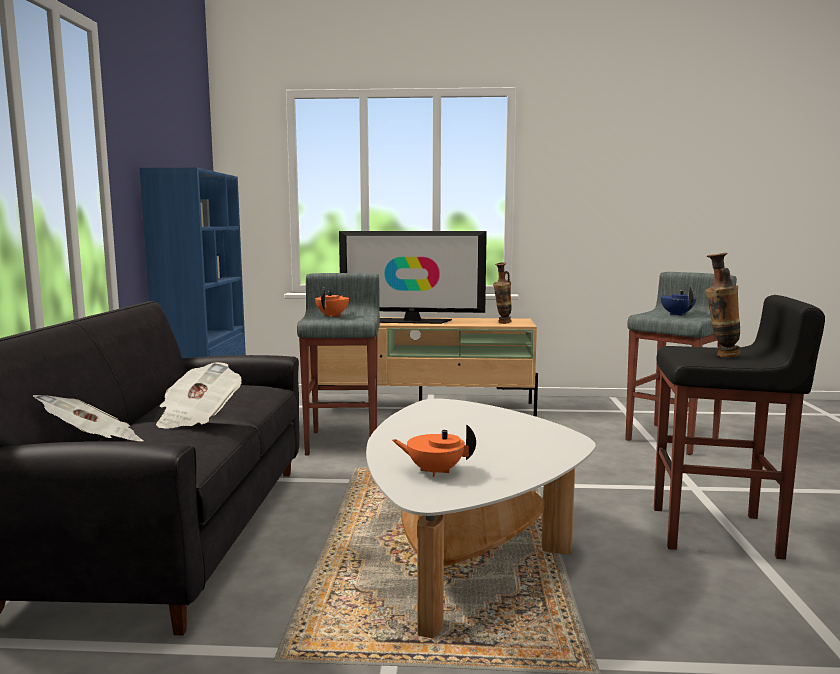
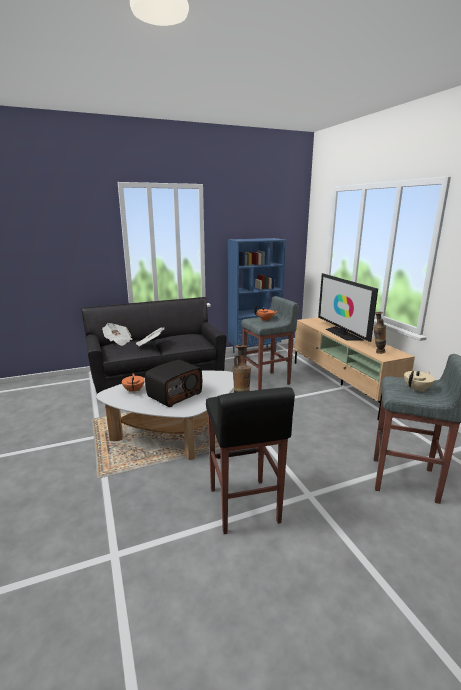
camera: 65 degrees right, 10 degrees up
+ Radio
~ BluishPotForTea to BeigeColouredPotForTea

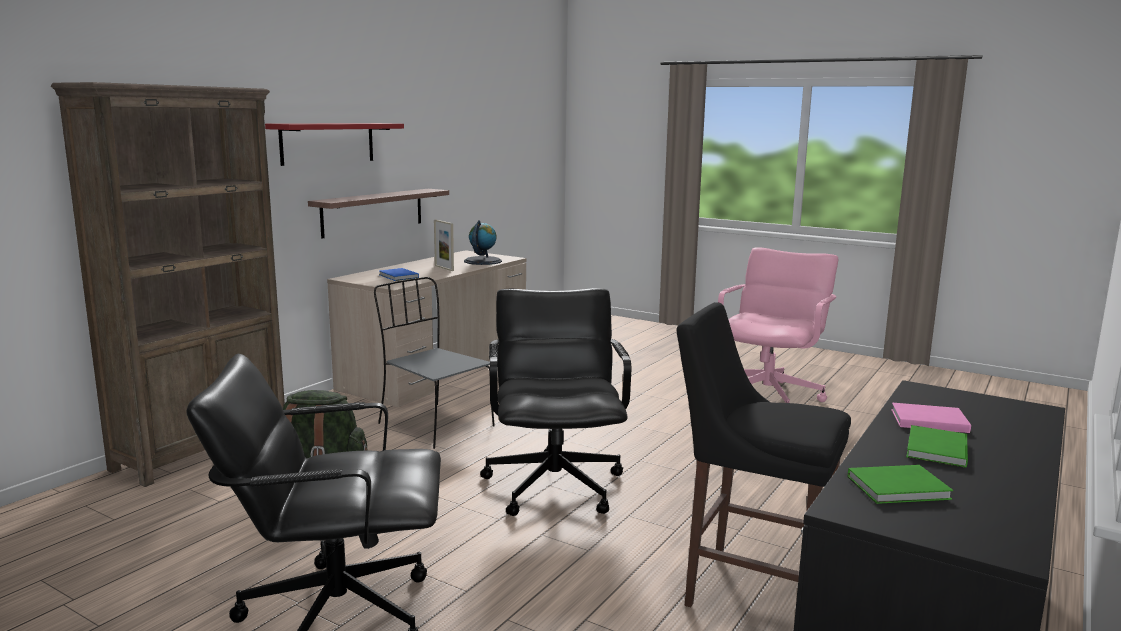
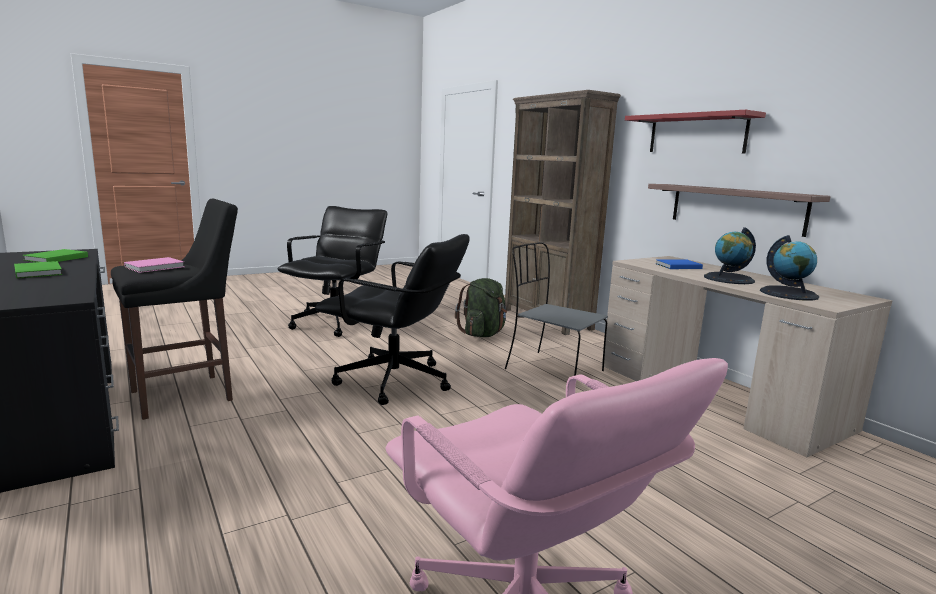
camera: 115 degrees right, 0 degrees up
~ PinkishBook
~ PictureFrame to Globe (no. 1 from left)
~ GrayUprightChair 120 degrees counterclockwise

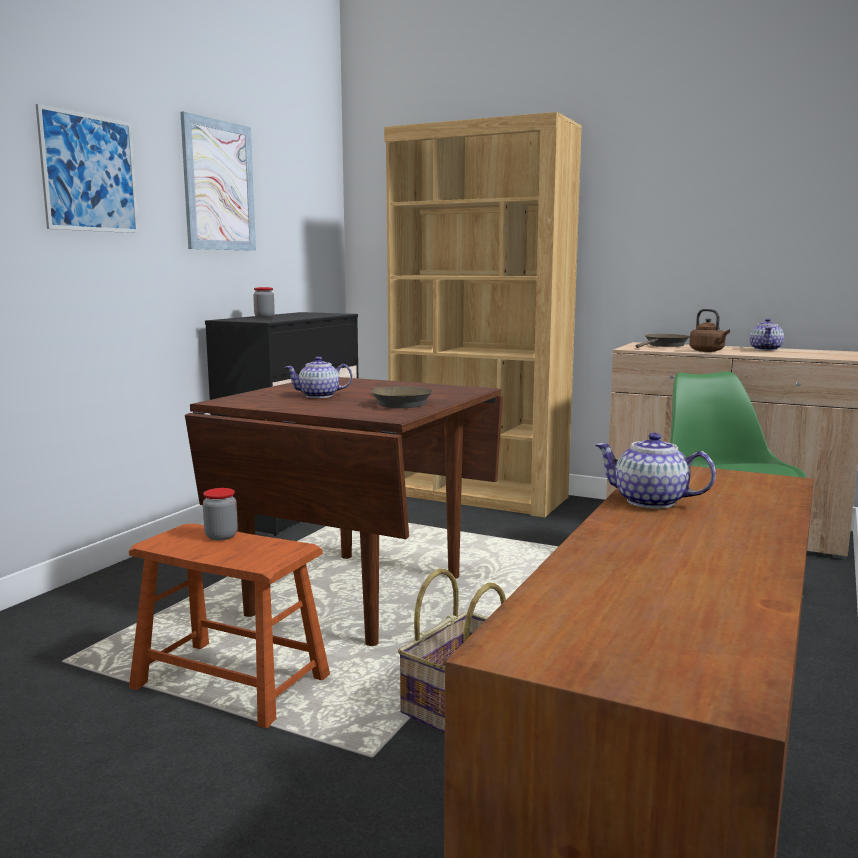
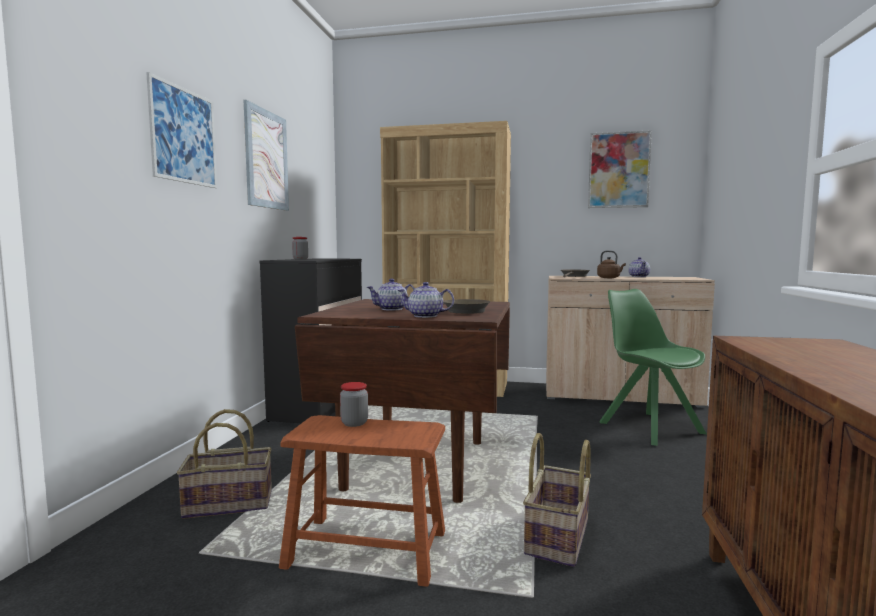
camera: 15 degrees left, 5 degrees down
+ Basket (no. 1 from left)
+ WallPicture (no. 3 from left)
~ PotForTea (no. 2 from left)

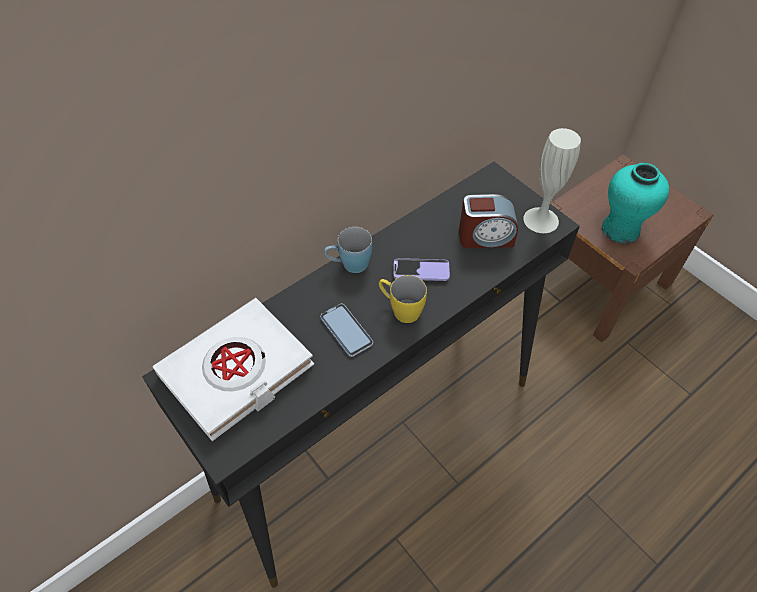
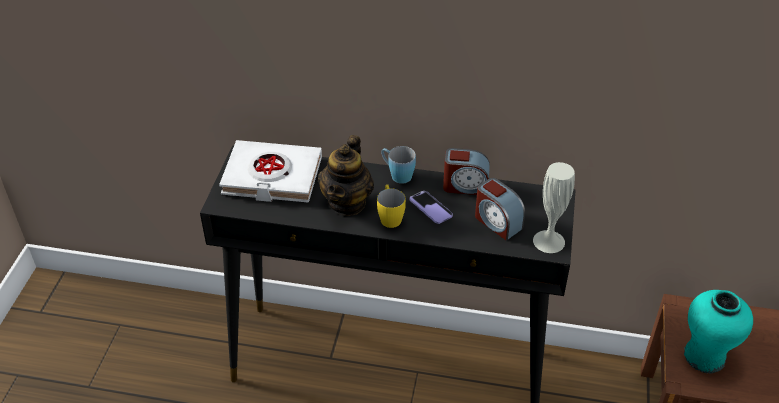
camera: 50 degrees right, 10 degrees down
+ BedsideClock (no. 1 from left)
~ Telephone (no. 1 from left) to PotForTea

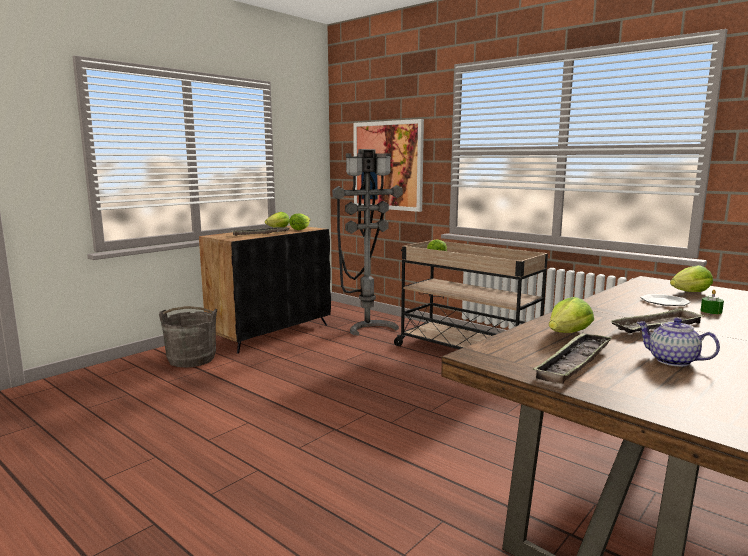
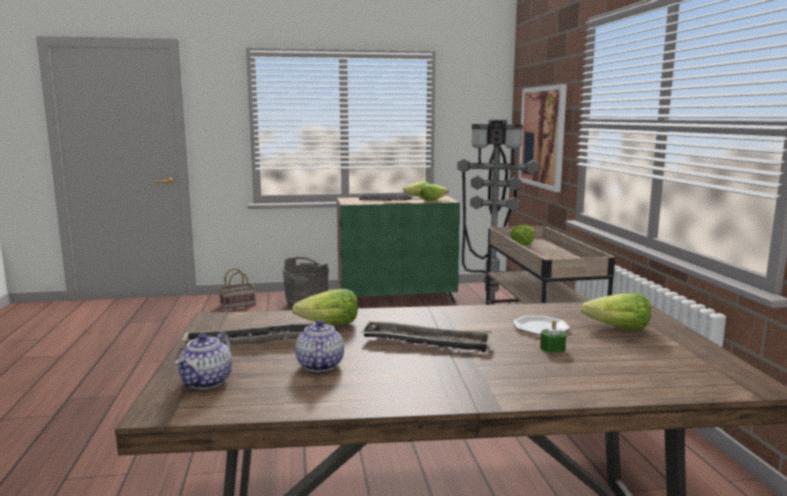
camera: 40 degrees right, 0 degrees up
+ PotForTea (no. 1 from left)
+ Basket
~ BlackishStorageCabinet to GreenishStorageCabinet

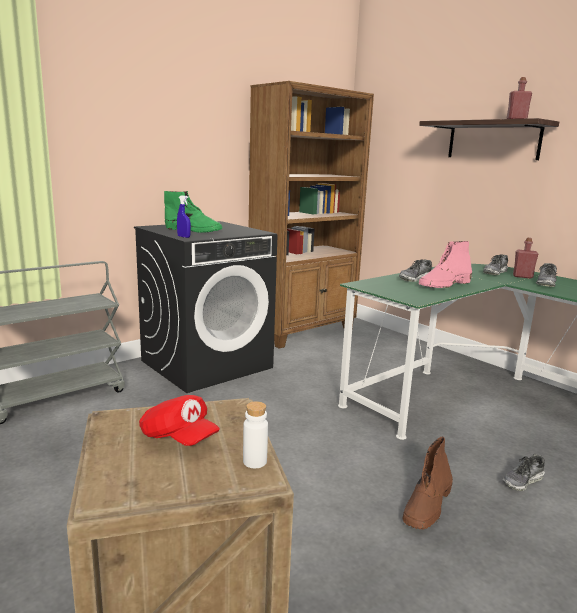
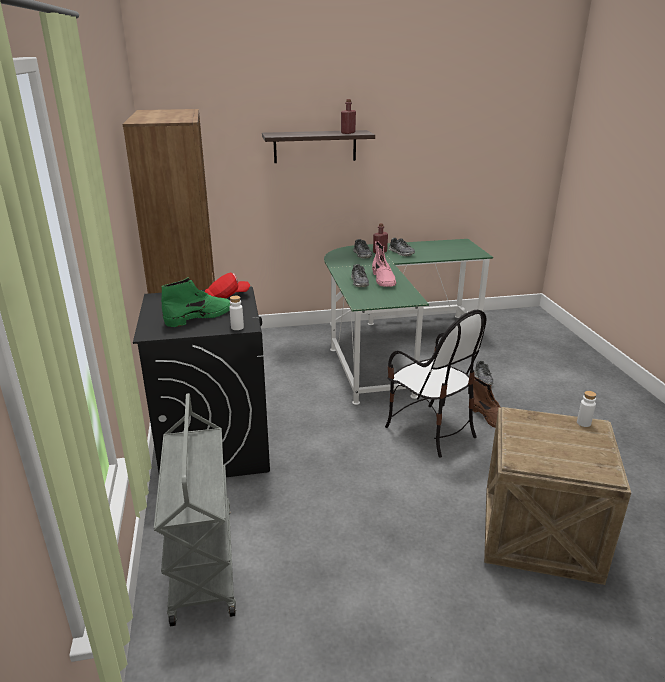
camera: 60 degrees left, 10 degrees up
+ UprightChair
~ RedPeakedCap
~ BluishSprayer to WhiteDrinkBottle (no. 1 from left)

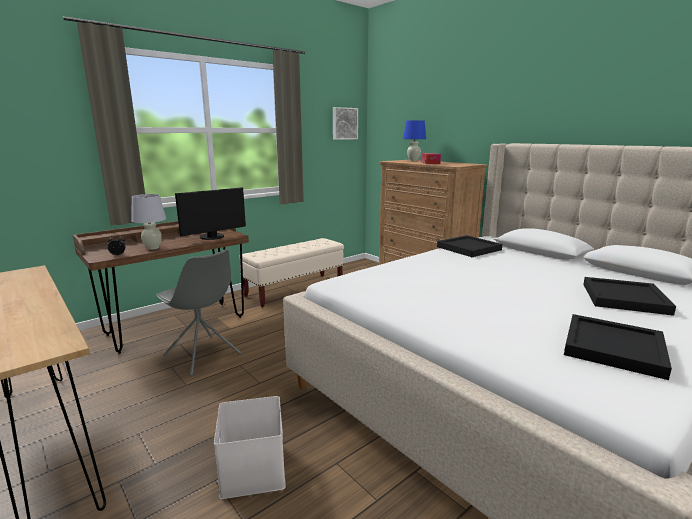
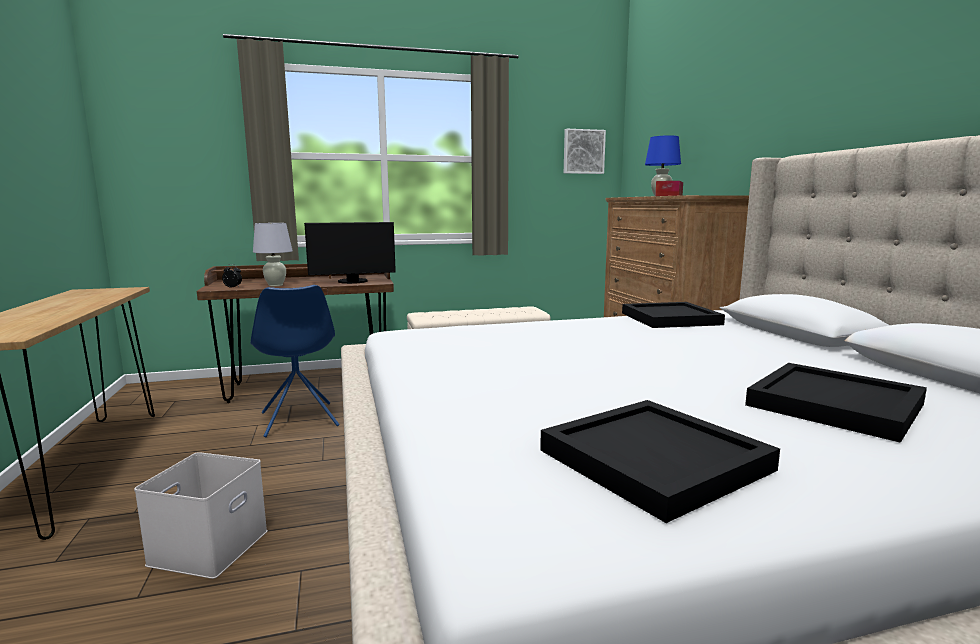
camera: 25 degrees right, 5 degrees down
~ GrayUprightChair to BluishUprightChair

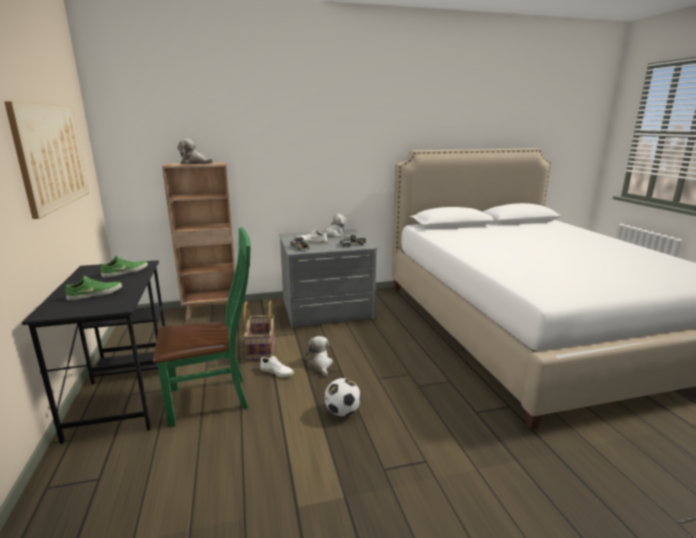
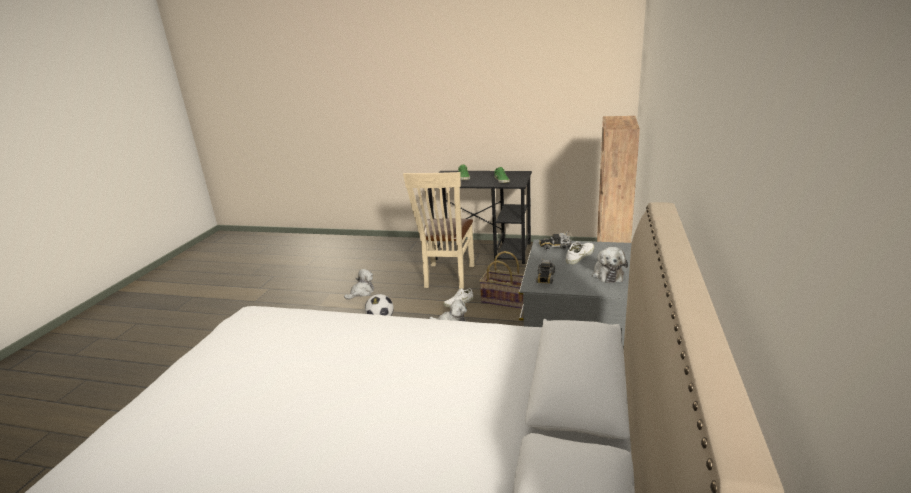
camera: 120 degrees right, 5 degrees up
- WallPicture
~ SoftToy (no. 1 from left)
~ GreenishUprightChair to BeigeColouredUprightChair

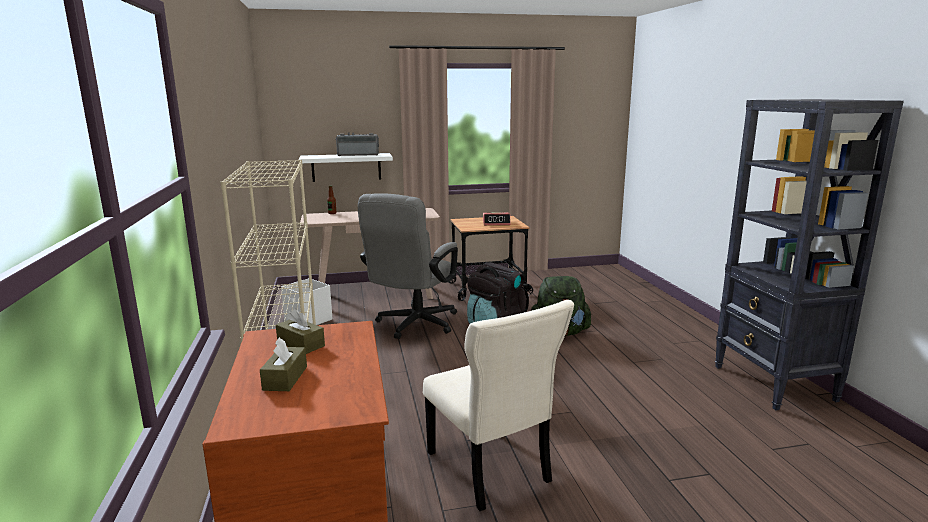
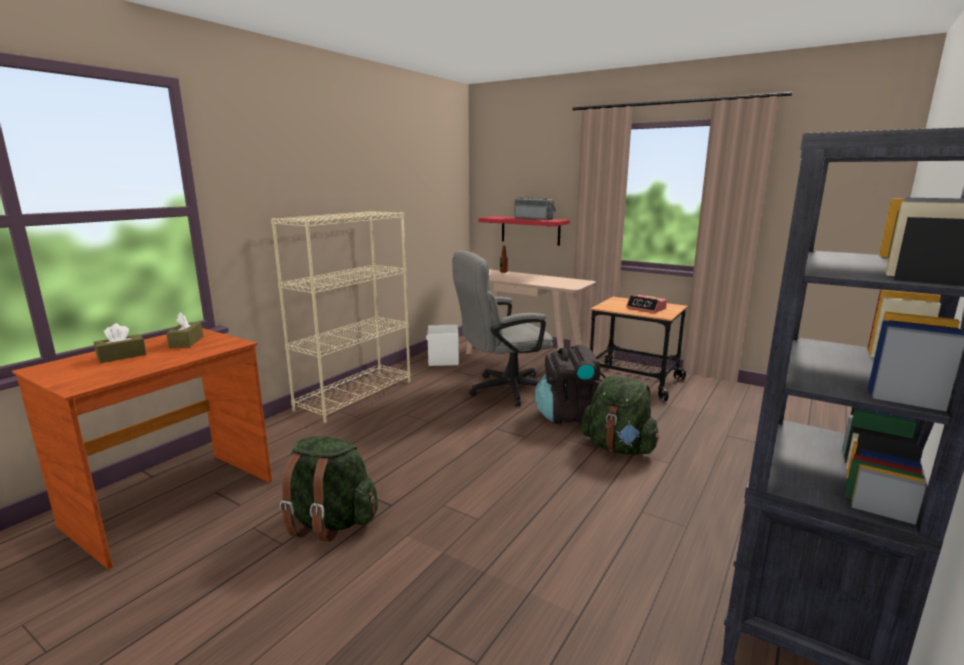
camera: 45 degrees right, 0 degrees up
~ BeigeColouredUprightChair to GreenishKnapsack (no. 1 from left)
~ WhiteBracketShelf to RedBracketShelf

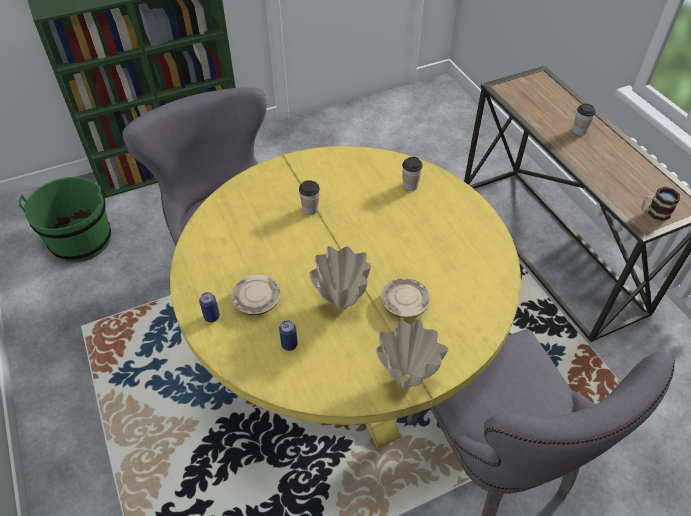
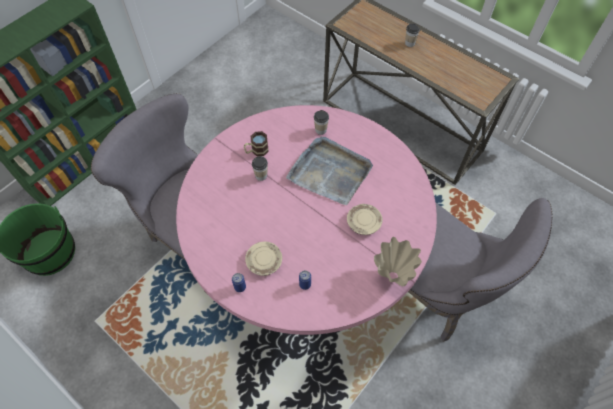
camera: 25 degrees left, 10 degrees up
- BeigeColouredVase (no. 1 from left)
+ GrayTray
~ CoffeeMug
~ YellowishDinnerTable to PinkishDinnerTable

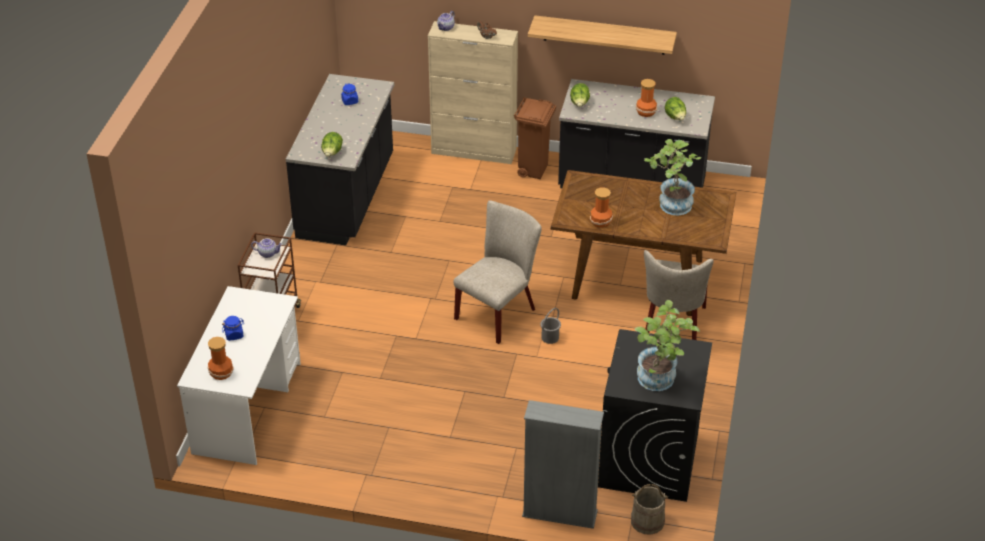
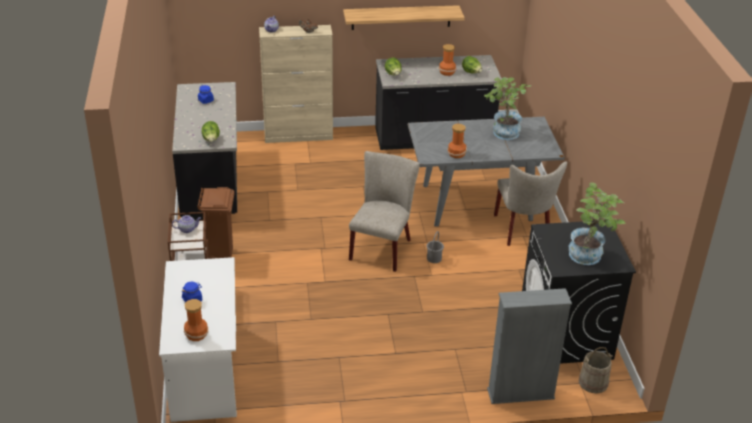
camera: 20 degrees left, 5 degrees down
~ BrownishRubbishBin
~ BrownishDinnerTable to GrayDinnerTable

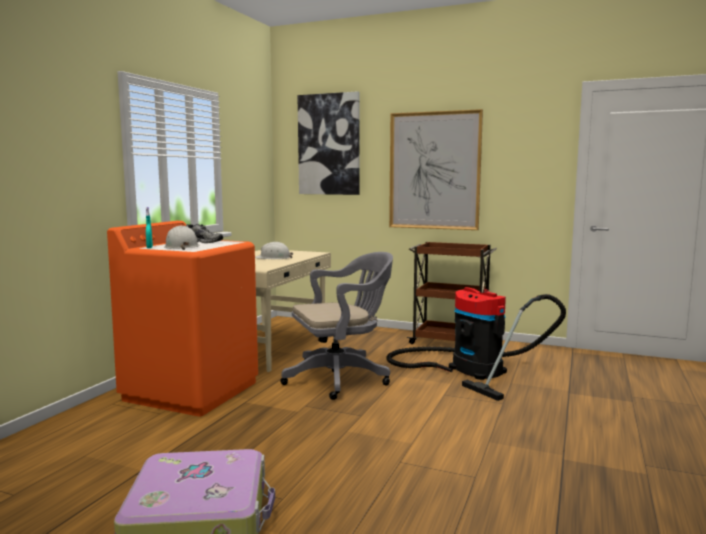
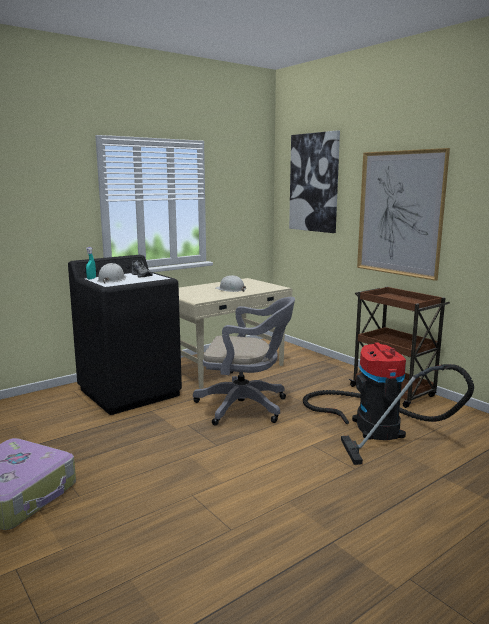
camera: 30 degrees right, 5 degrees up
~ OrangeyLaundryMachine to BlackishLaundryMachine

